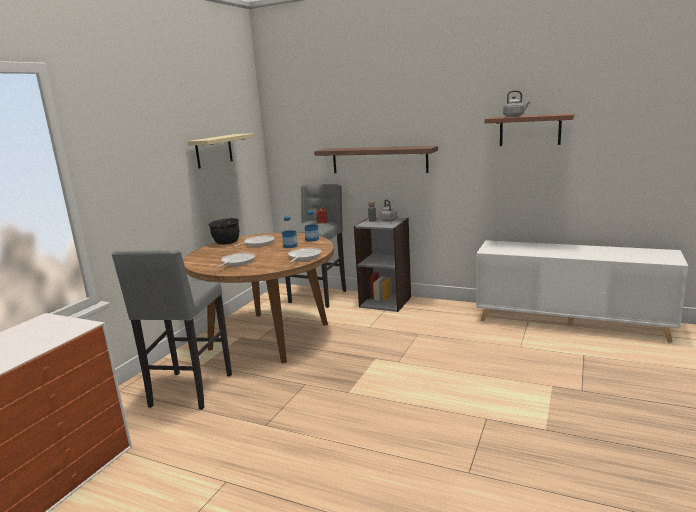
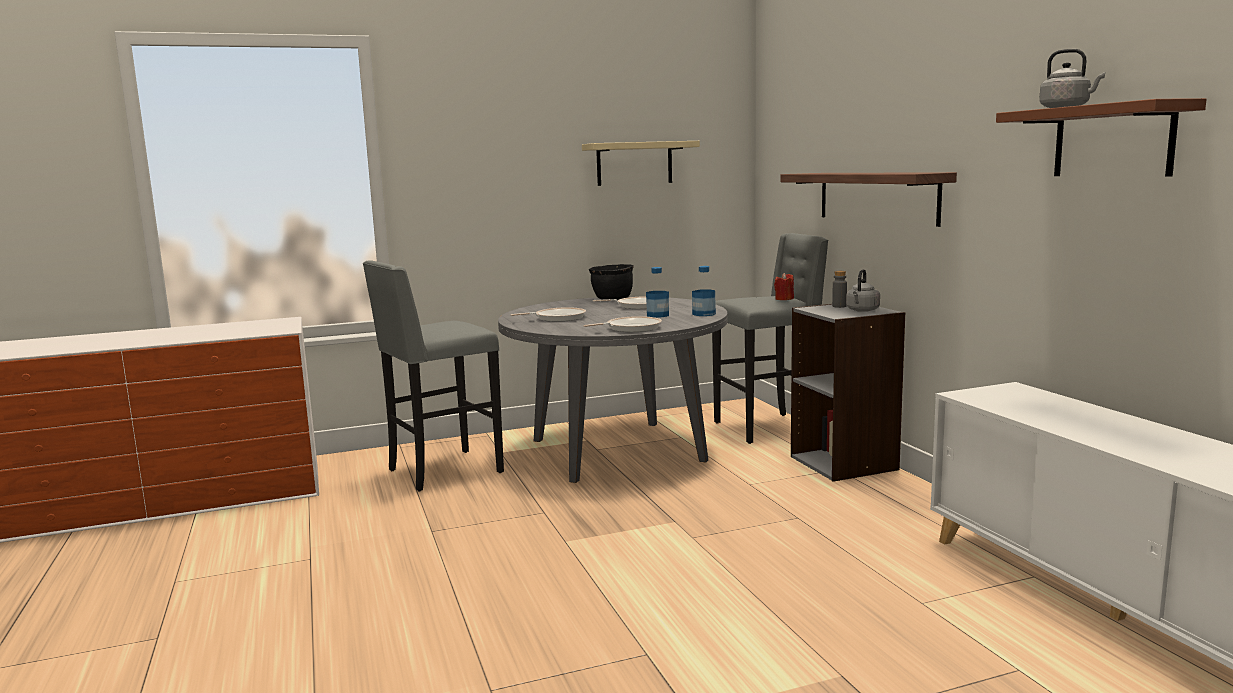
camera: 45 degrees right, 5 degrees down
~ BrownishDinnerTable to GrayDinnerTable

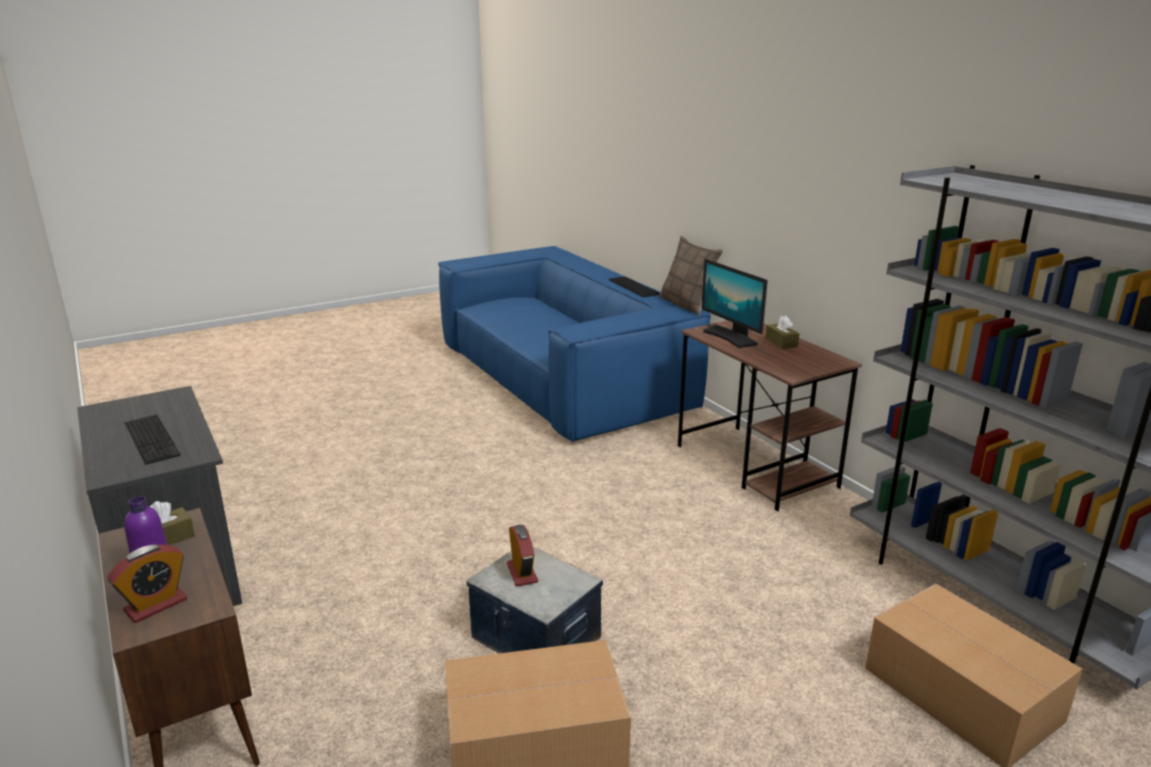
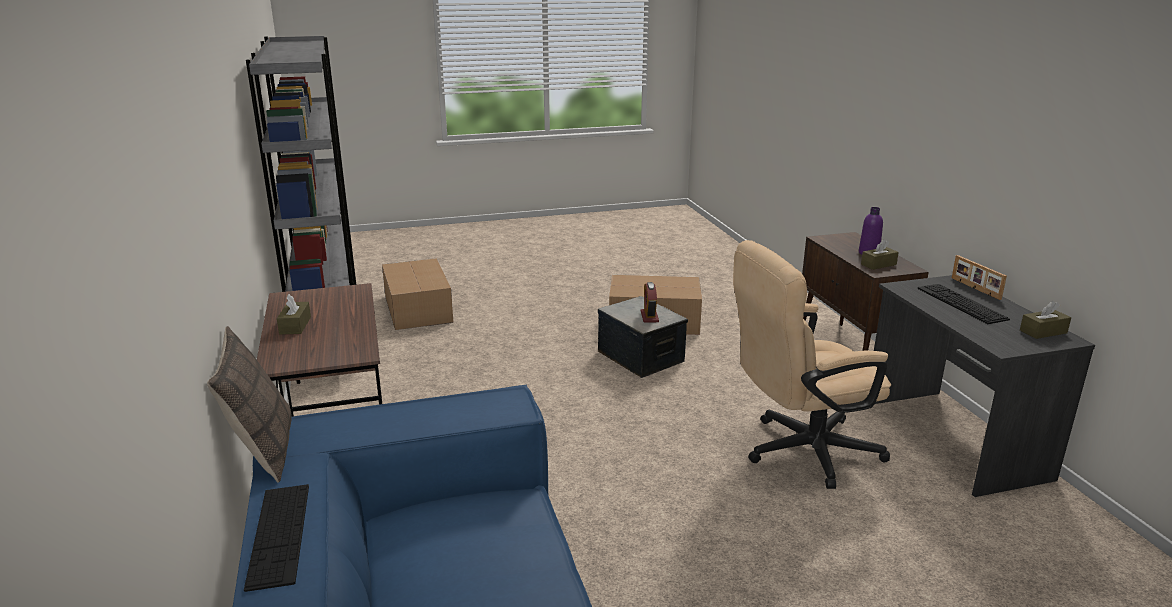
camera: 165 degrees left, 0 degrees up
- BedsideClock (no. 1 from left)
- ComputerScreen
+ BeigeColouredDeskChair
+ PictureFrame
+ BrownishTissueHolder (no. 3 from left)

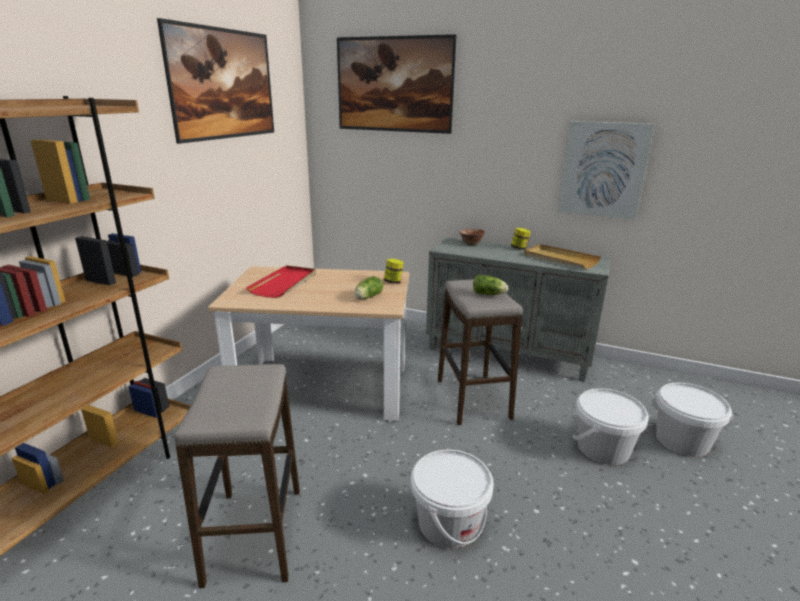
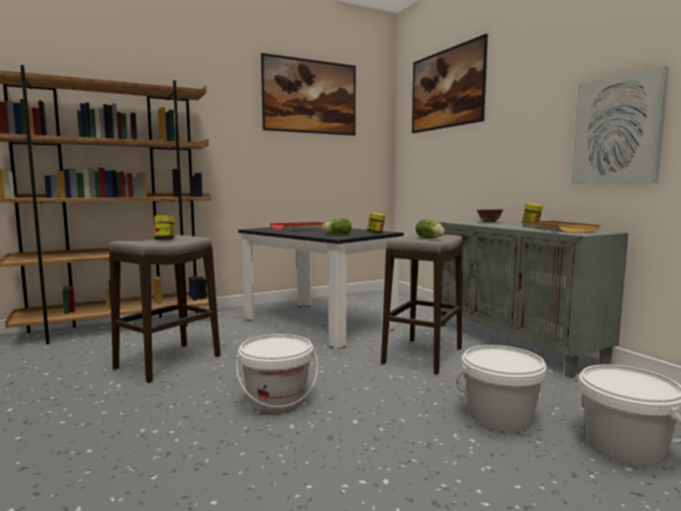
camera: 40 degrees right, 15 degrees down
+ Jar (no. 1 from left)
~ BeigeColouredDinnerTable to BlackishDinnerTable

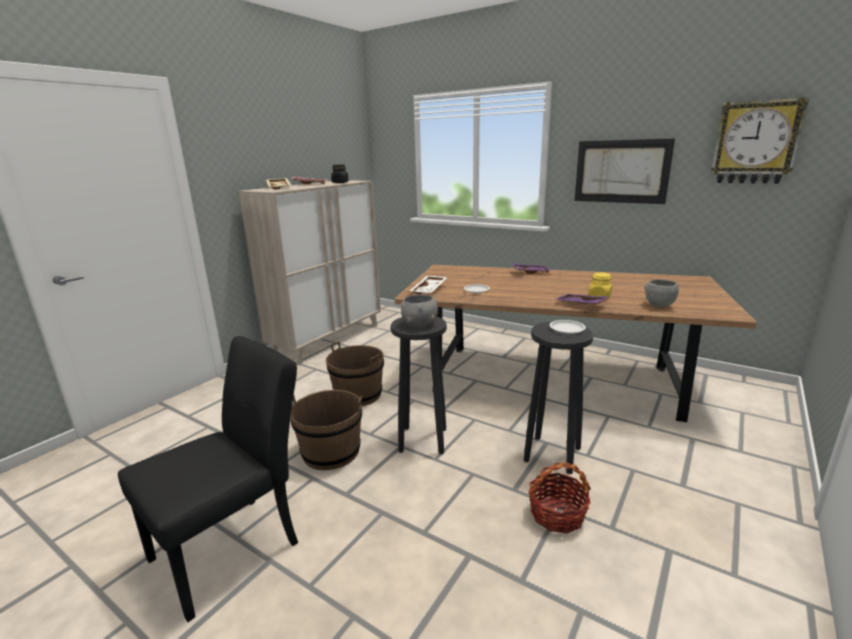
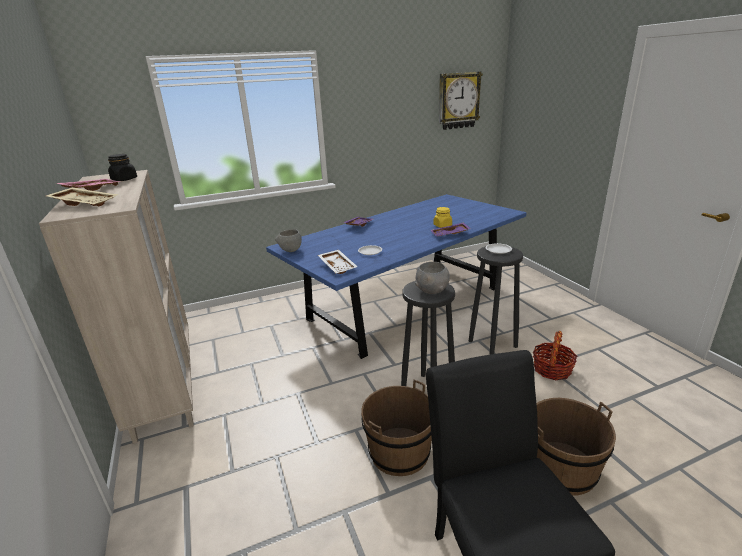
camera: 55 degrees left, 5 degrees up
- WallPicture
~ BrownishPail (no. 2 from left)
~ GrayBowl (no. 2 from left in the first image) to GrayBowl (no. 1 from left)
~ BrownishDinnerTable to BluishDinnerTable

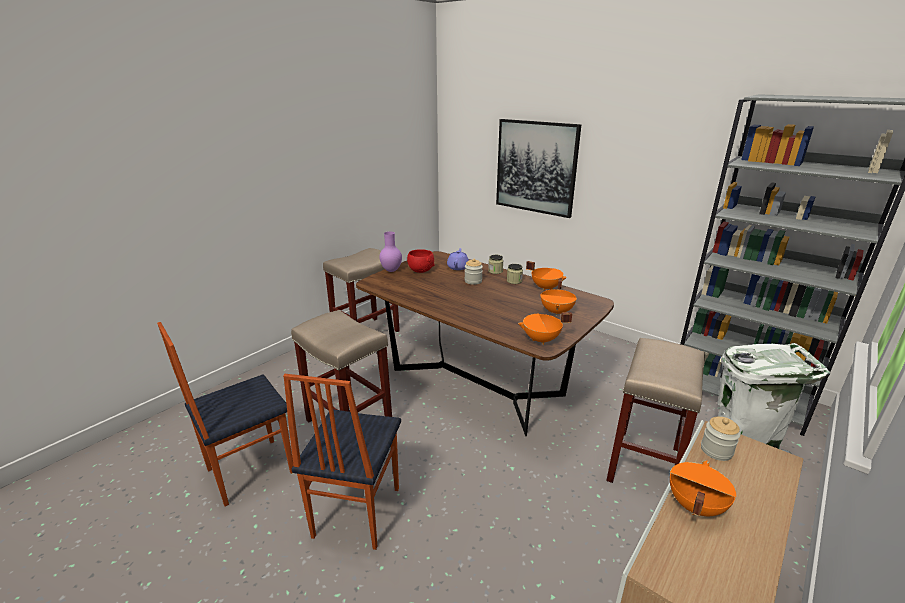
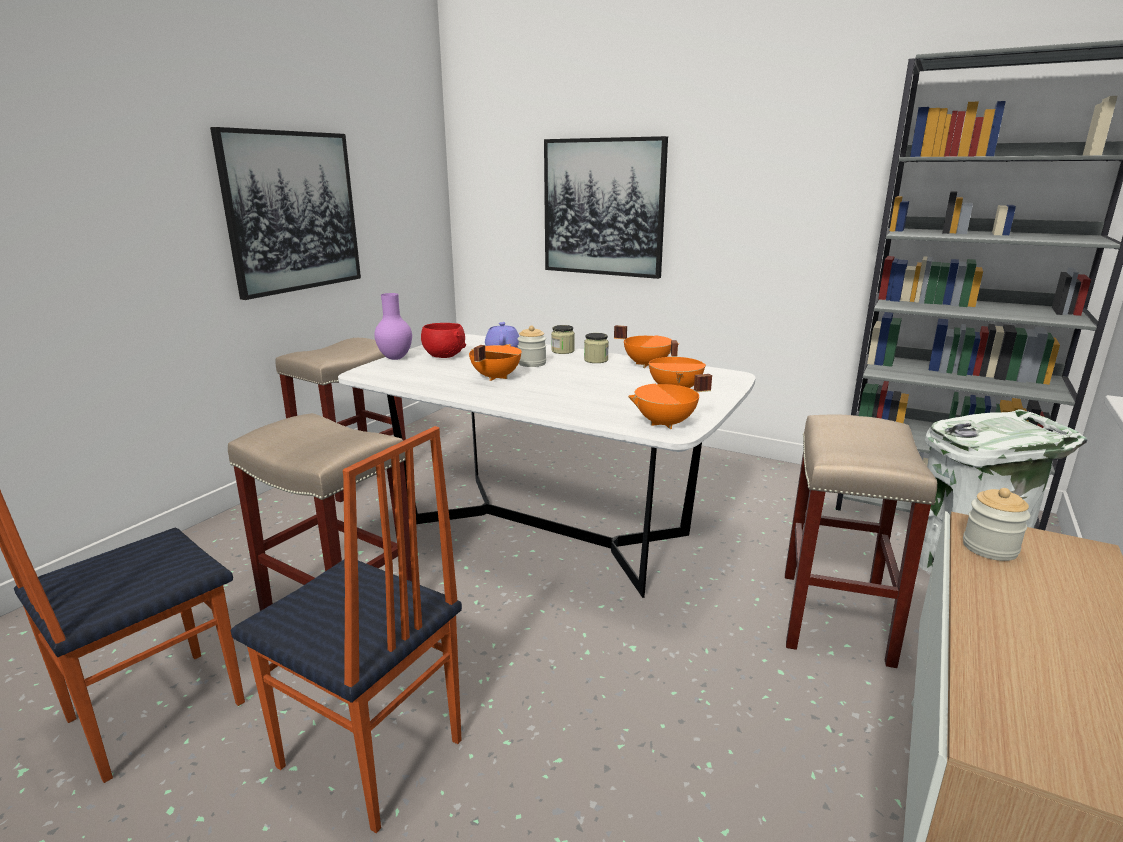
camera: 10 degrees left, 5 degrees down
+ WallPicture (no. 1 from left)
~ OrangeySaucepot (no. 4 from left in the first image) to OrangeySaucepot (no. 1 from left)
~ BrownishDinnerTable to WhiteDinnerTable
~ UprightChair (no. 2 from left) 60 degrees counterclockwise

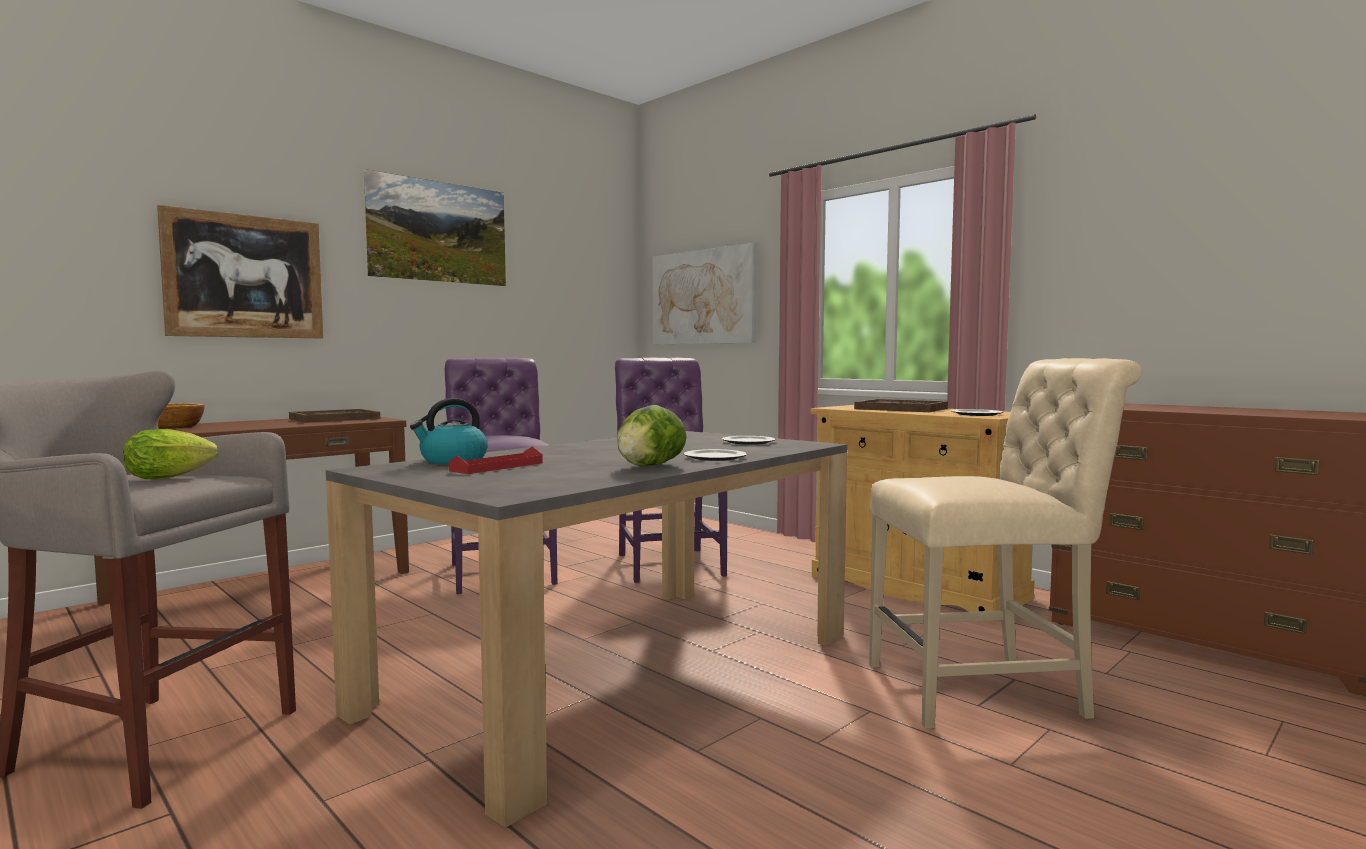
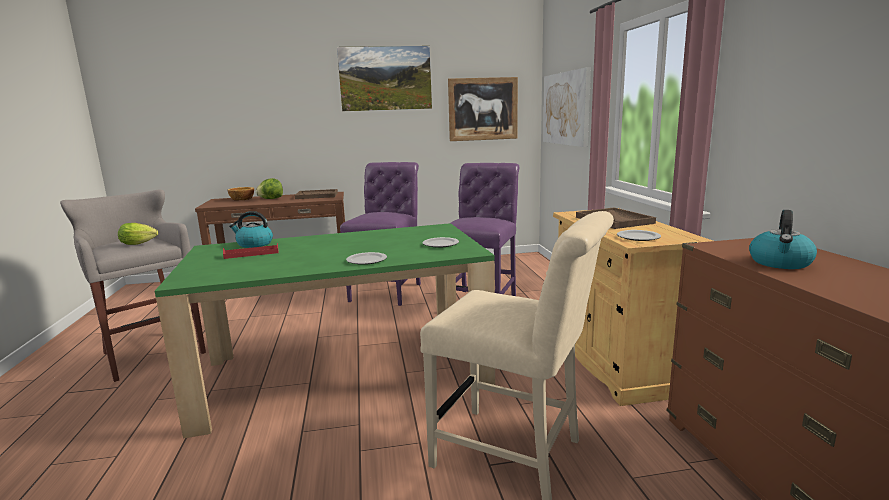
camera: 35 degrees right, 10 degrees up
+ TeaKettle (no. 2 from left)
~ WallPicture (no. 1 from left in the first image) to WallPicture (no. 2 from left)
~ HeadOfLettuce (no. 2 from left)
~ GrayDinnerTable to GreenishDinnerTable

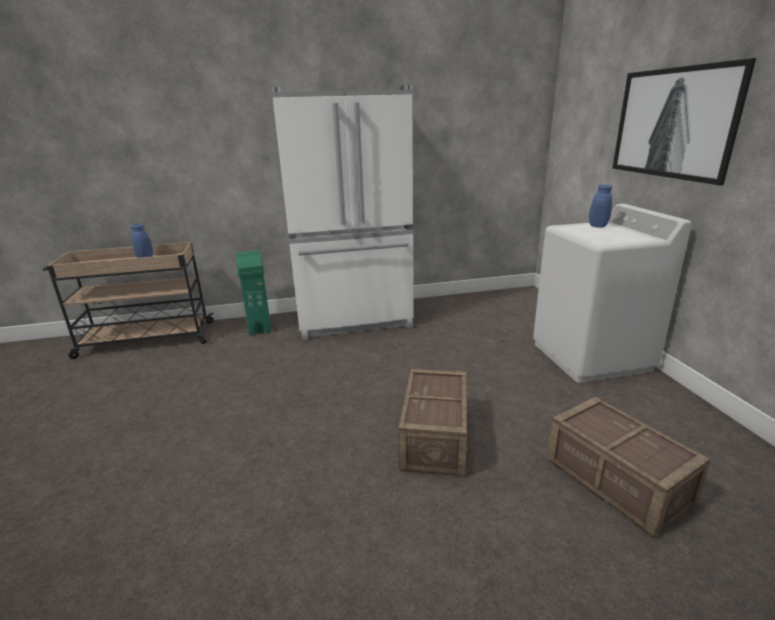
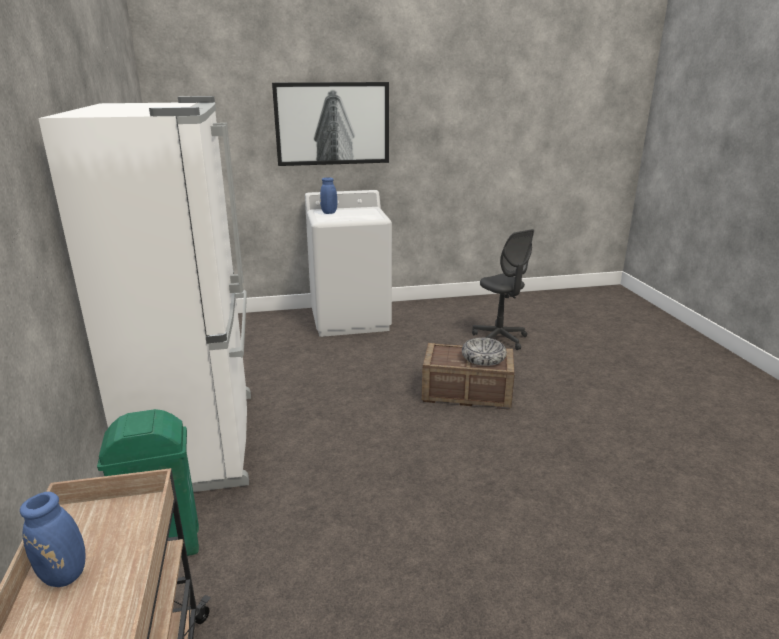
camera: 90 degrees left, 0 degrees up
+ Bowl
~ PackingCrate (no. 2 from left) to GrayDeskChair

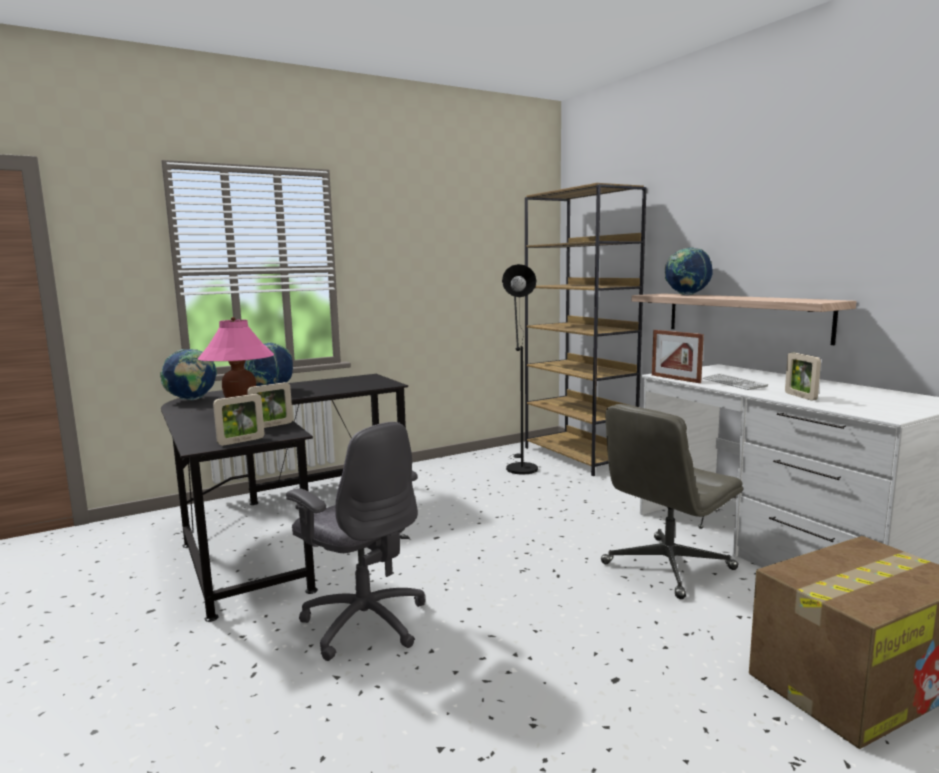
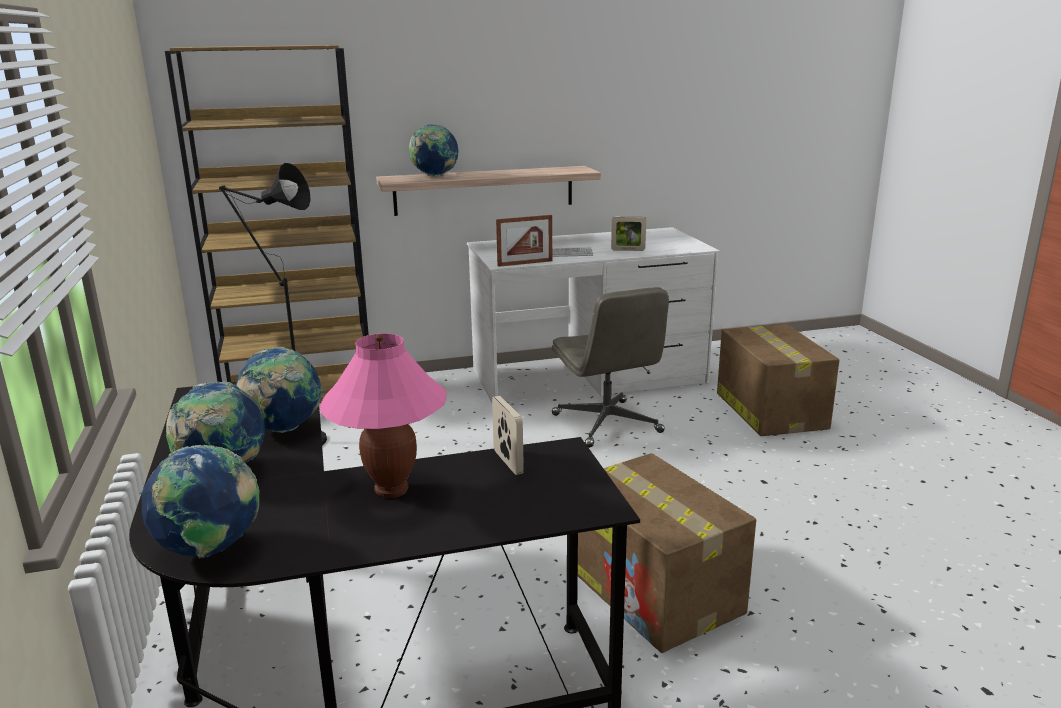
camera: 75 degrees left, 10 degrees up
- PictureFrame (no. 1 from left)
+ Globe (no. 3 from left)
~ GrayDeskChair (no. 1 from left) to CardboardBox (no. 1 from left)

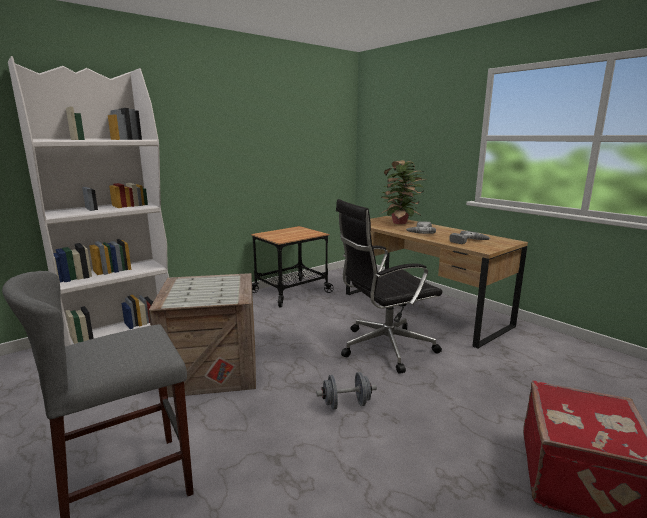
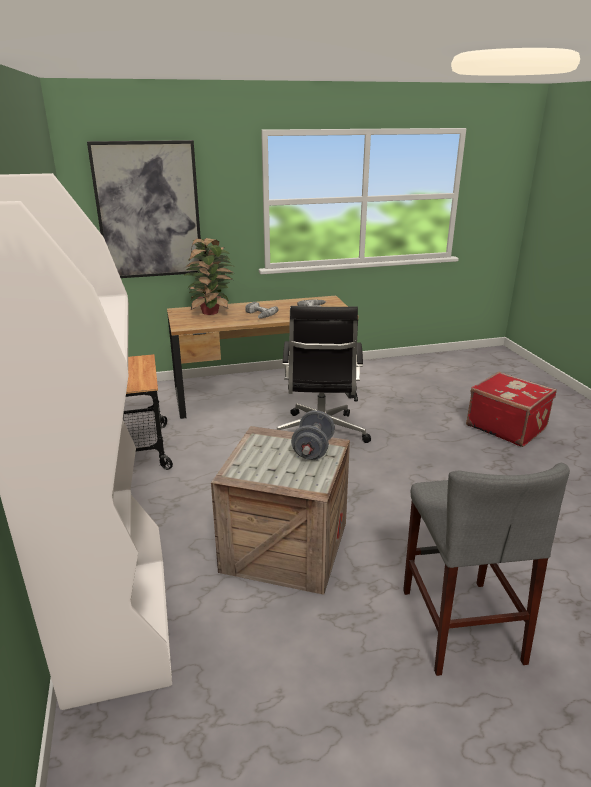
camera: 65 degrees left, 10 degrees up
+ WallPicture
~ GrayDumbbell

